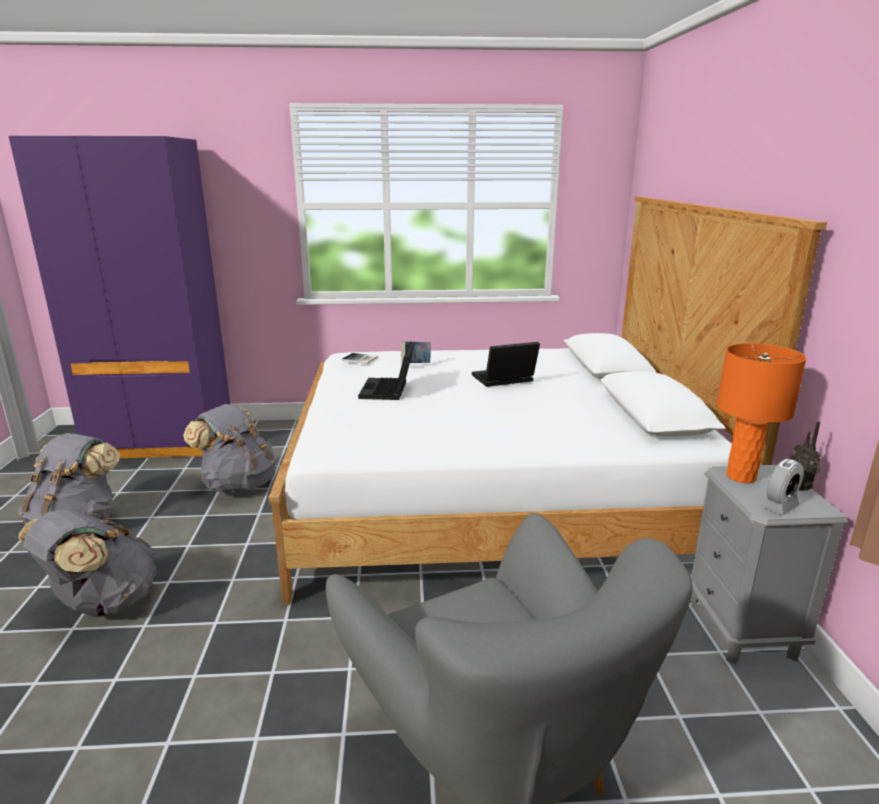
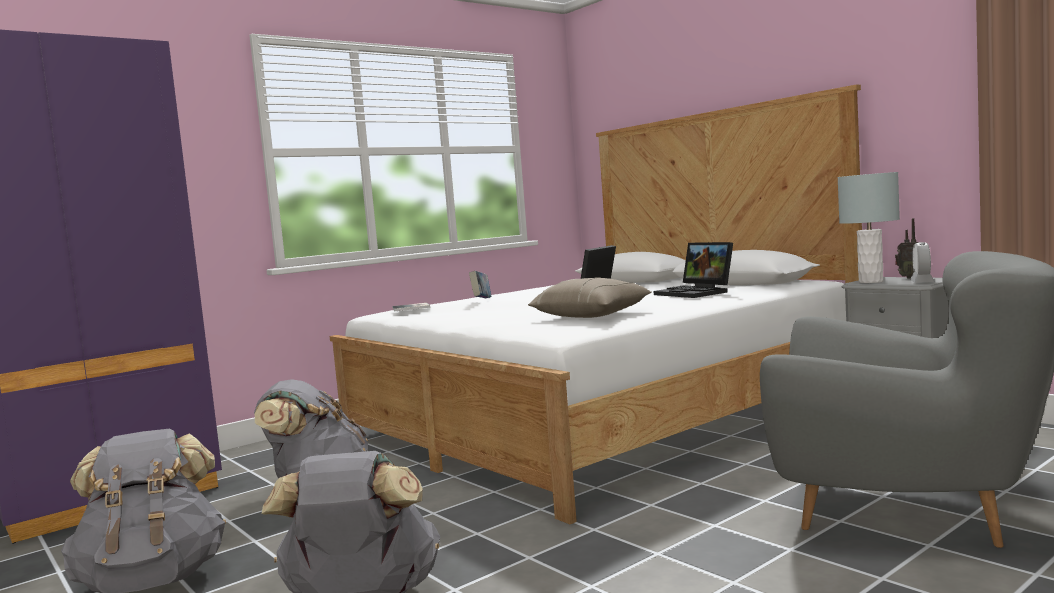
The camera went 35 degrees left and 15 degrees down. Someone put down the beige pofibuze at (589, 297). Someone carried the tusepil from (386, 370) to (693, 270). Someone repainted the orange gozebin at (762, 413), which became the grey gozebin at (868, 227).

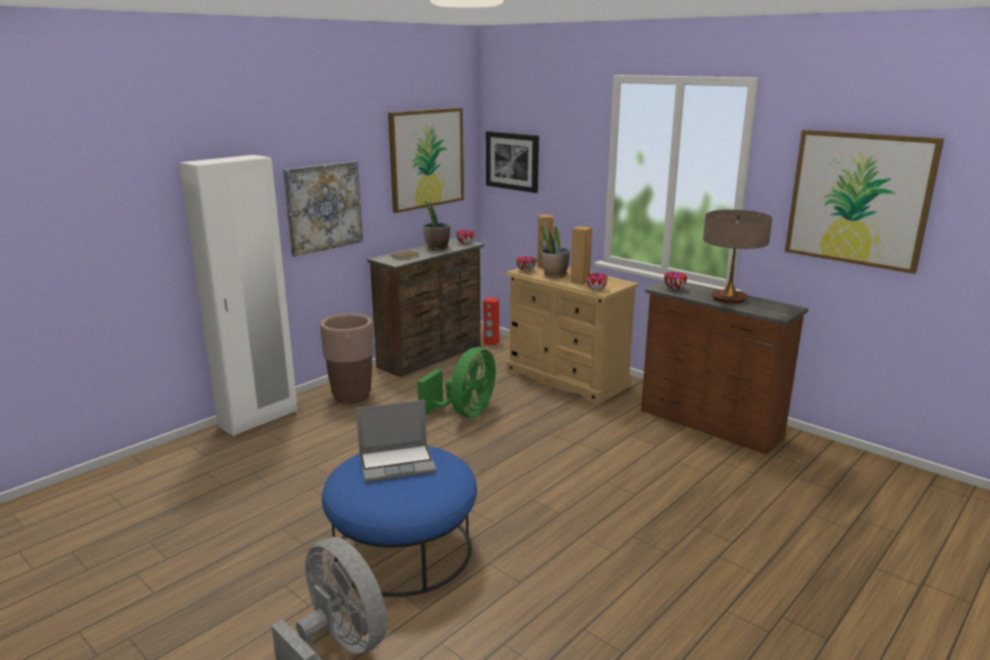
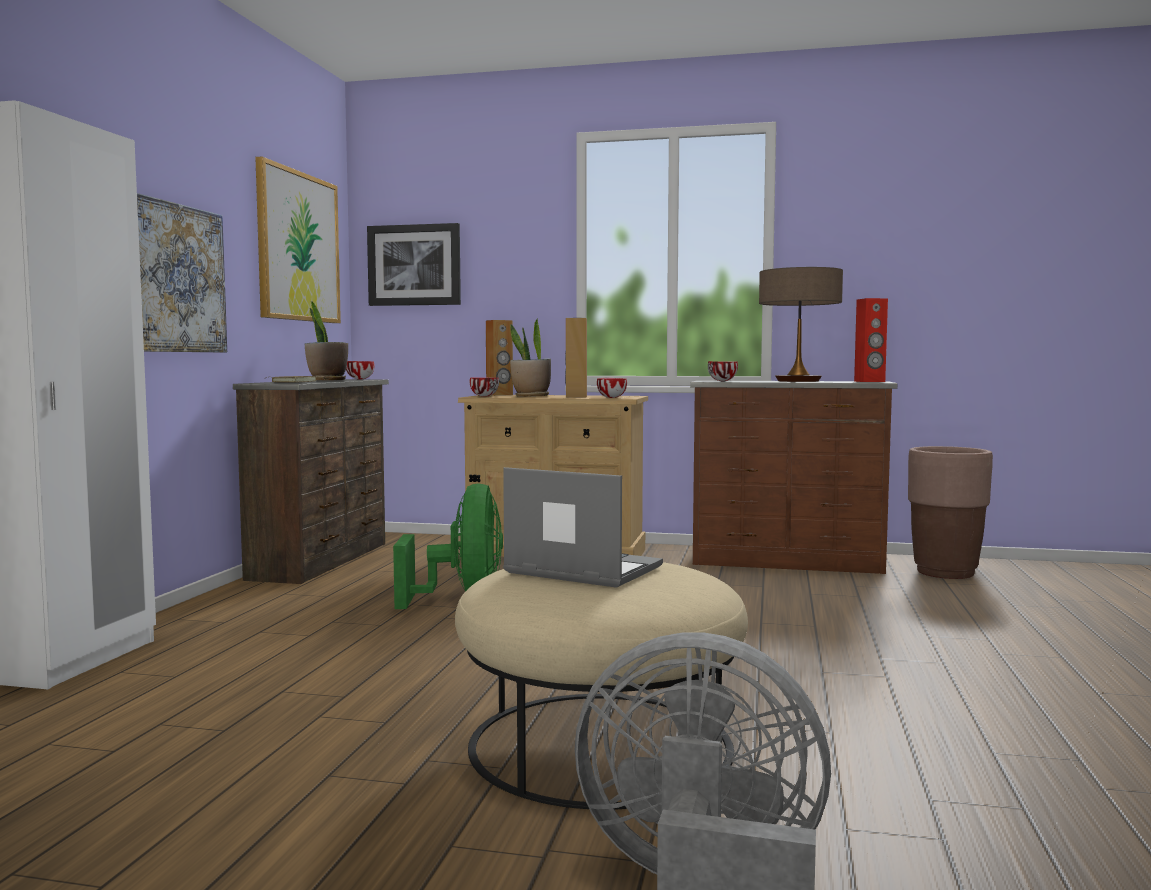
The camera went 30 degrees left and 15 degrees down. Someone took away the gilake at (864, 202). Someone carried the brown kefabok from (347, 358) to (950, 512). Someone carried the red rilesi from (491, 321) to (871, 340). Someone repainted the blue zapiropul at (399, 521), which became the beige zapiropul at (601, 685). Someone rotated the tusepil at (396, 441) by 105 degrees counterclockwise.

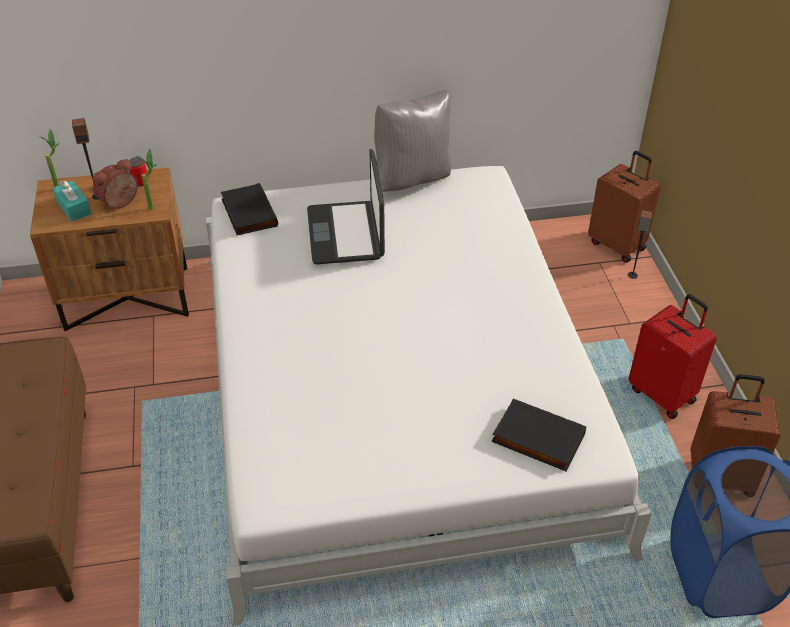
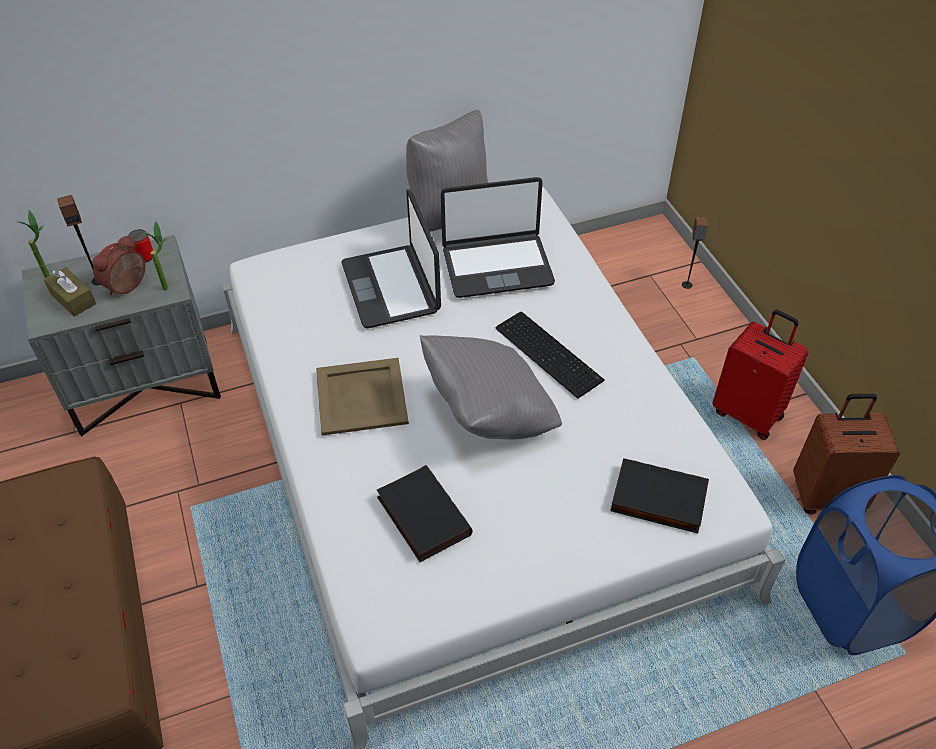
The camera went 10 degrees left and 5 degrees up. Someone took away the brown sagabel at (624, 207). Someone put down the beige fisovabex at (362, 397). Someone put down the grey pofibuze at (491, 387). Someone put down the tusepil at (498, 237). Someone put down the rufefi at (550, 355). Someone carried the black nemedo from (249, 209) to (425, 513). Someone repainted the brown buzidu at (109, 249), which became the grey buzidu at (121, 335). Someone repainted the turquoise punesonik at (72, 201), which became the brown punesonik at (70, 292).

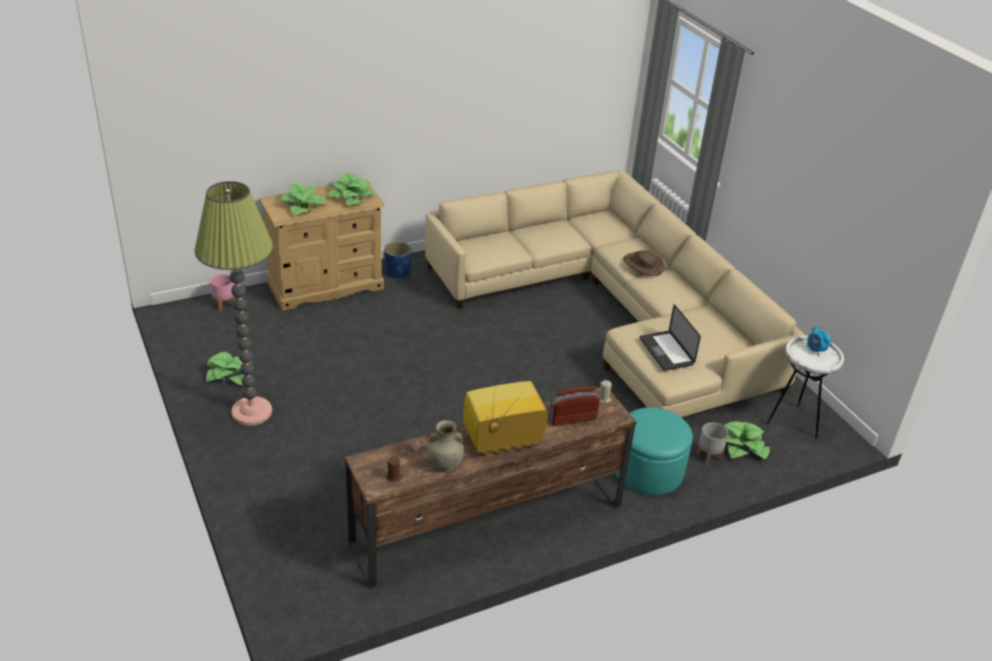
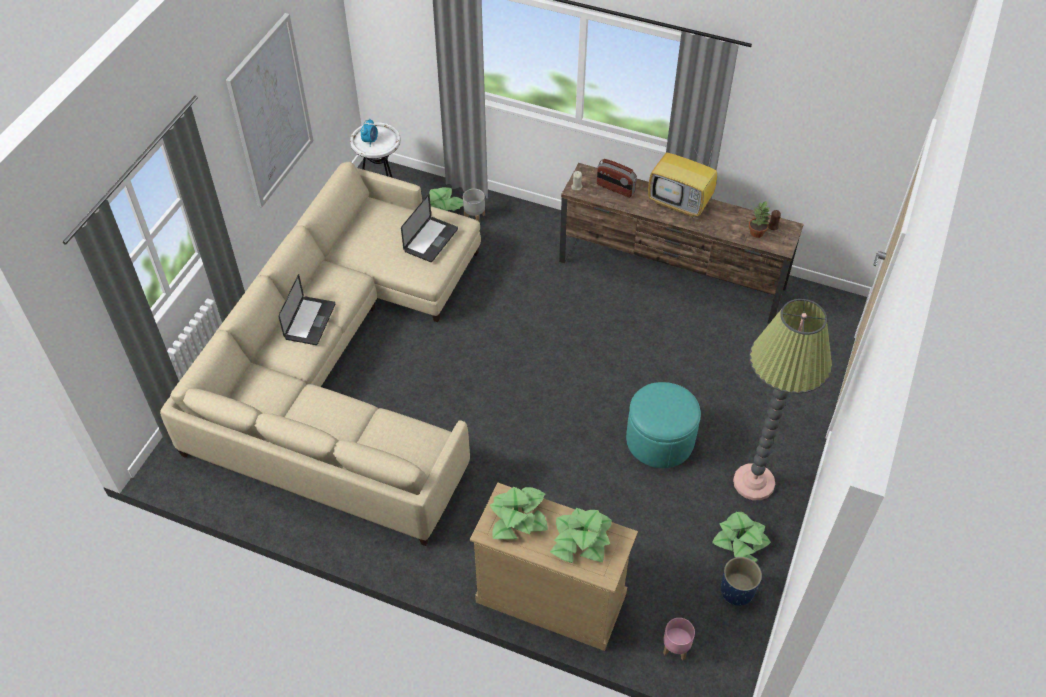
The camera went 130 degrees left and 15 degrees up. Someone took away the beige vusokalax at (445, 445). Someone put up the gilake at (269, 110). Someone put down the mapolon at (759, 219). Someone carried the blue kefabok from (398, 260) to (741, 581). Someone carried the turquoise zapiropul from (654, 451) to (663, 425). Someone swapped the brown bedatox at (644, 263) for the tusepil at (306, 309).

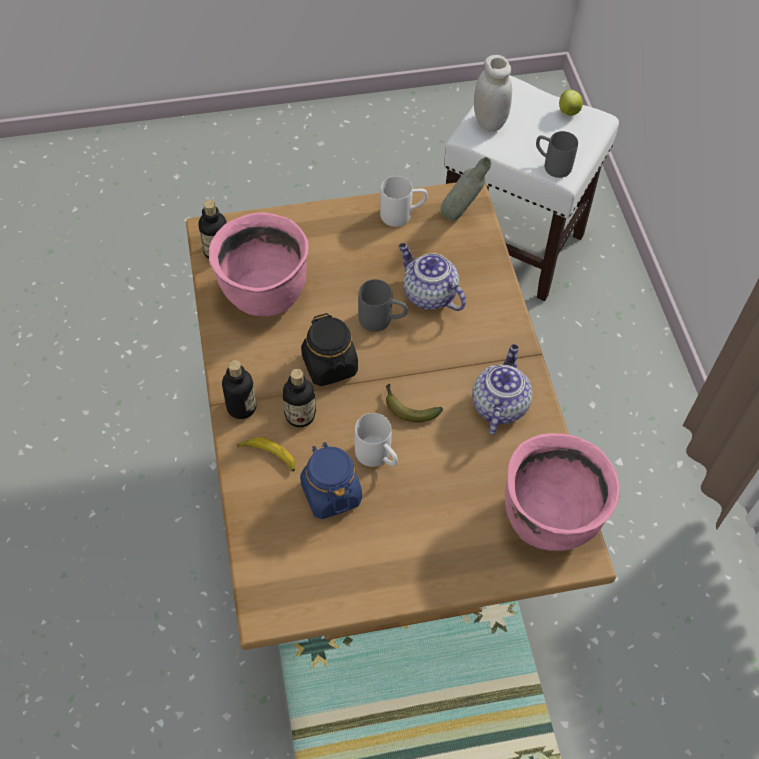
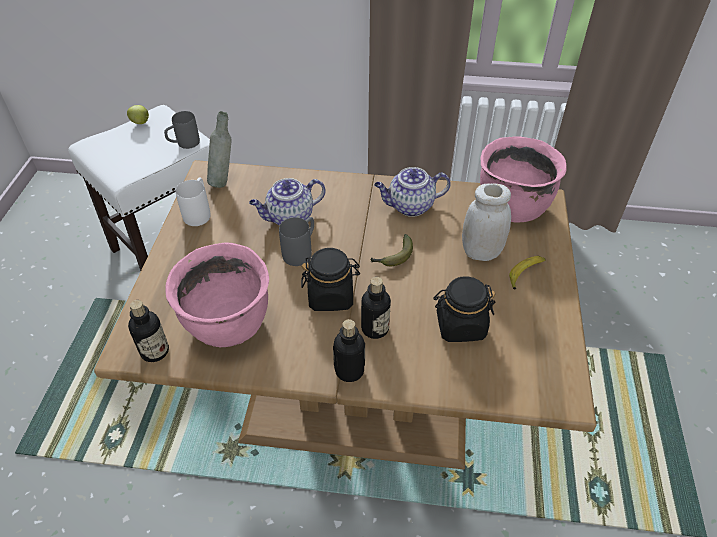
The camera went 70 degrees left and 10 degrees down. Someone took away the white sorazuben at (376, 440). Someone carried the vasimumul from (266, 454) to (527, 273). Someone carried the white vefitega from (493, 93) to (486, 222). Someone repainted the blue vefitega at (331, 480), which became the black vefitega at (464, 309). Someone rotated the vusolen at (502, 389) by 45 degrees counterclockwise.

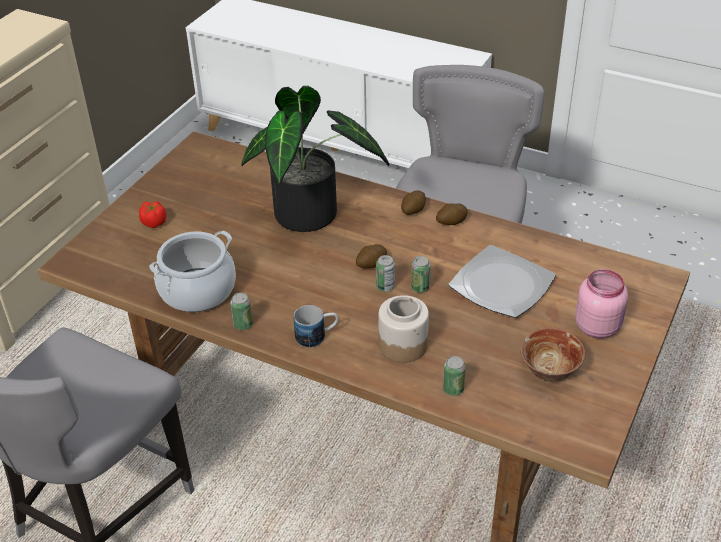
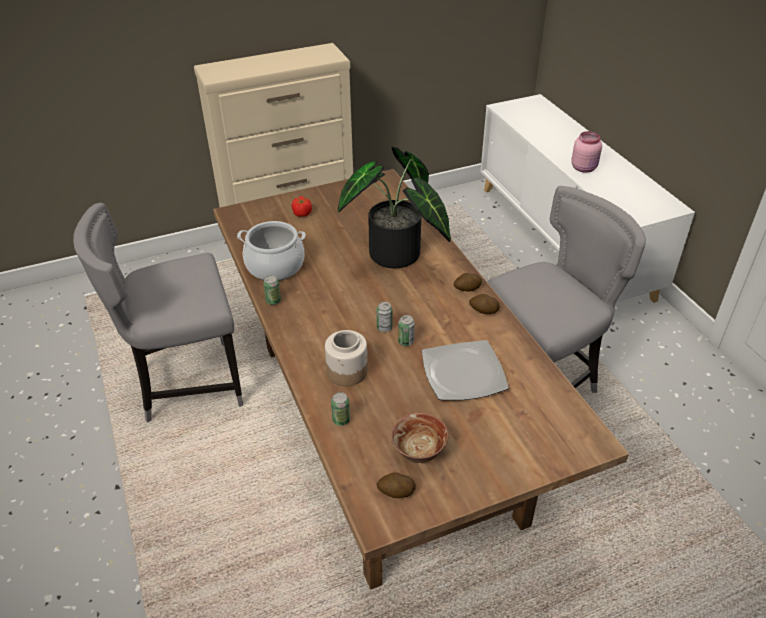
The camera went 40 degrees right and 0 degrees up. Someone took away the sorazuben at (316, 326). Someone carried the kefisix from (371, 256) to (396, 485). Someone carried the pink vefitega from (601, 304) to (586, 152).

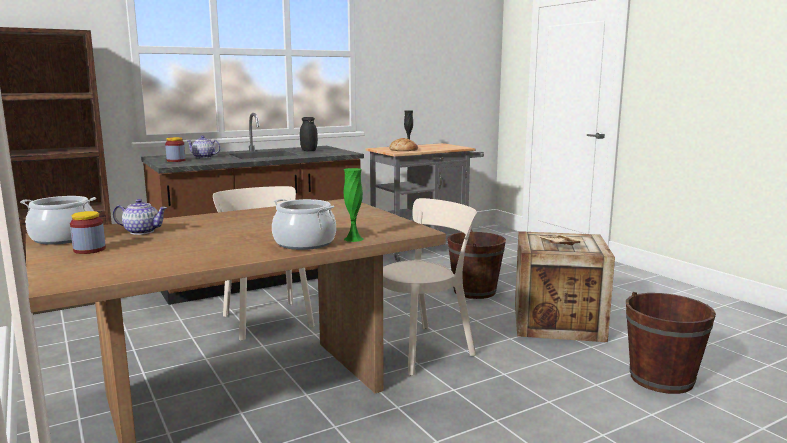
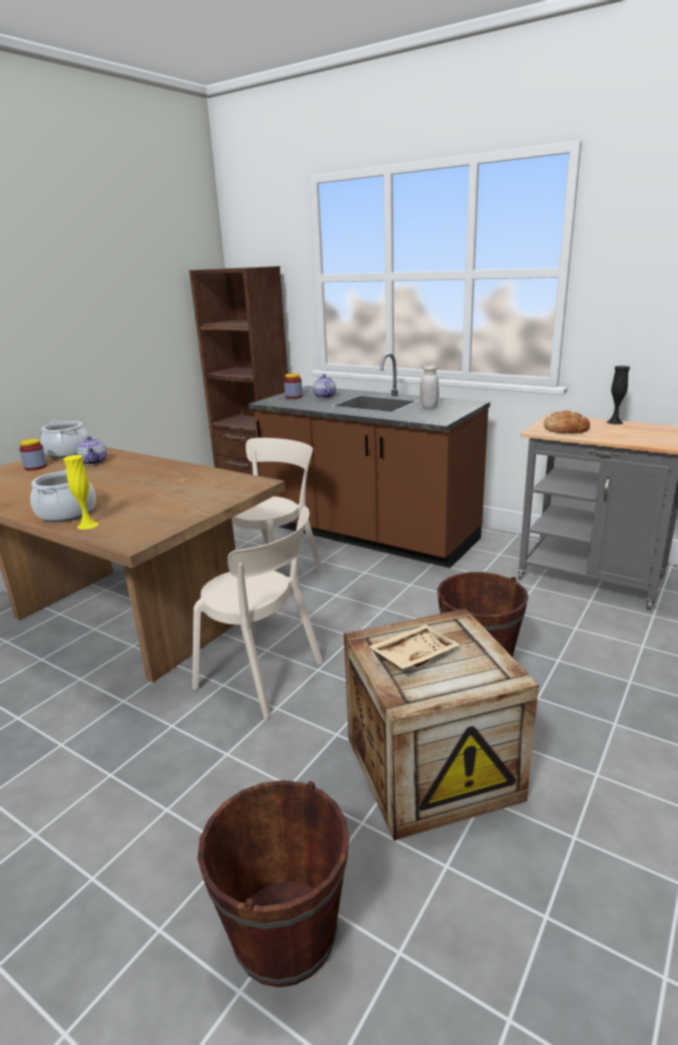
The camera went 65 degrees right and 10 degrees up. Someone repainted the black vefitega at (309, 134), which became the white vefitega at (429, 387). Someone repainted the green vusokalax at (354, 205), which became the yellow vusokalax at (81, 492).

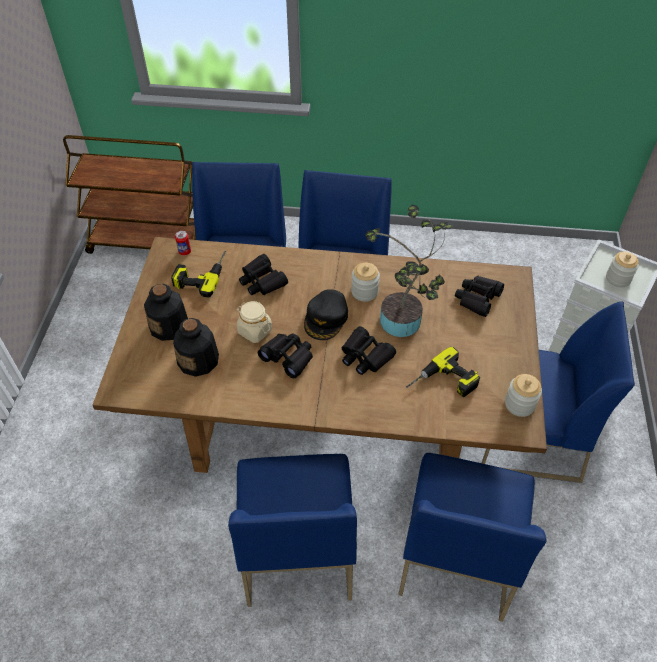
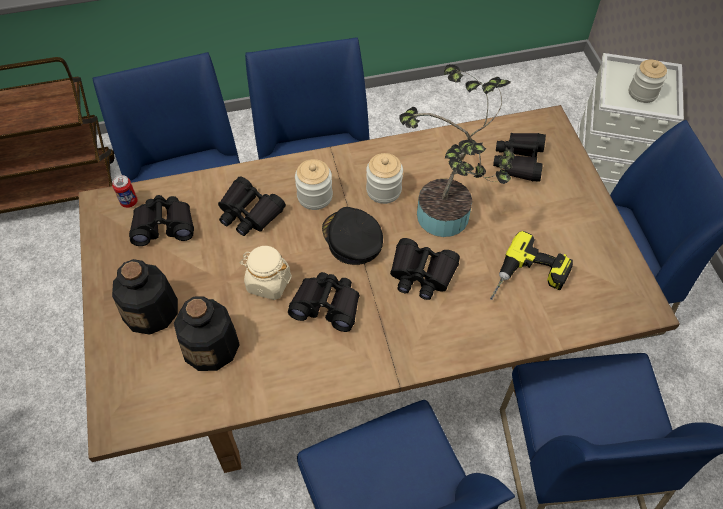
The camera went 20 degrees left and 5 degrees up. Someone carried the vefitega from (523, 395) to (314, 184). Someone swapped the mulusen at (198, 274) for the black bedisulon at (161, 220). Someone rotated the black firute at (326, 314) by 150 degrees clockwise.

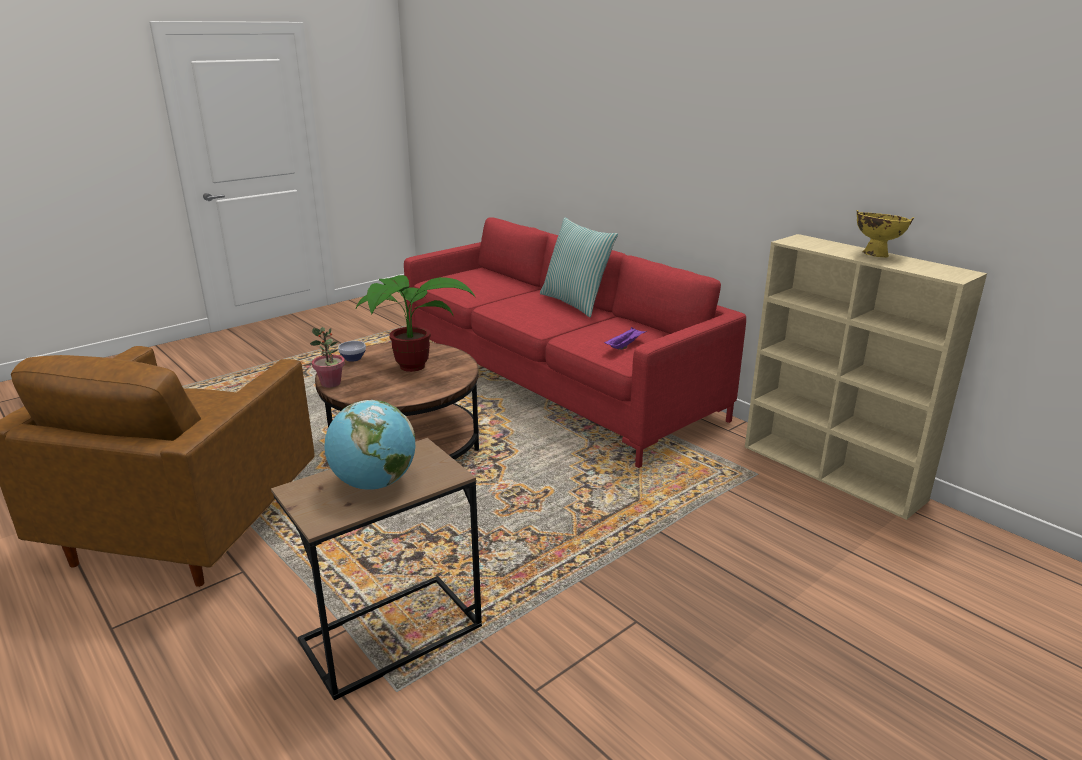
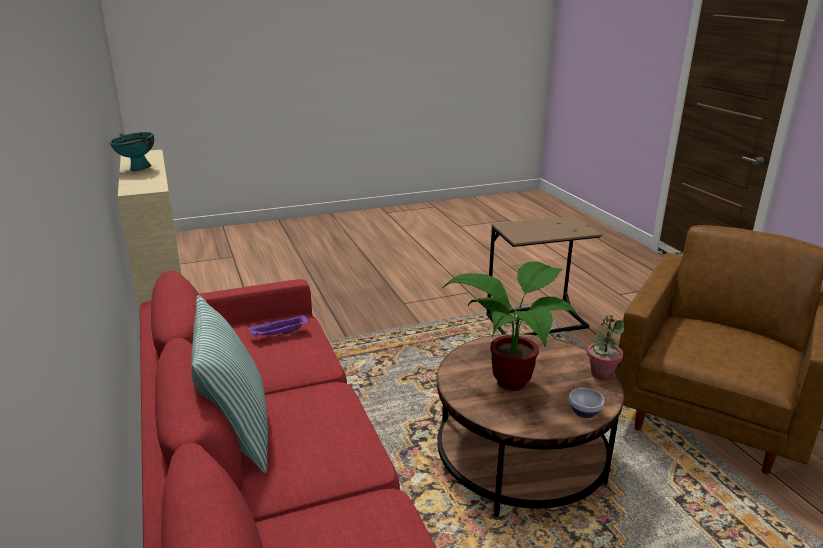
The camera went 160 degrees left and 0 degrees up. Someone took away the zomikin at (370, 445). Someone repainted the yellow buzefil at (885, 233), which became the turquoise buzefil at (132, 151).

